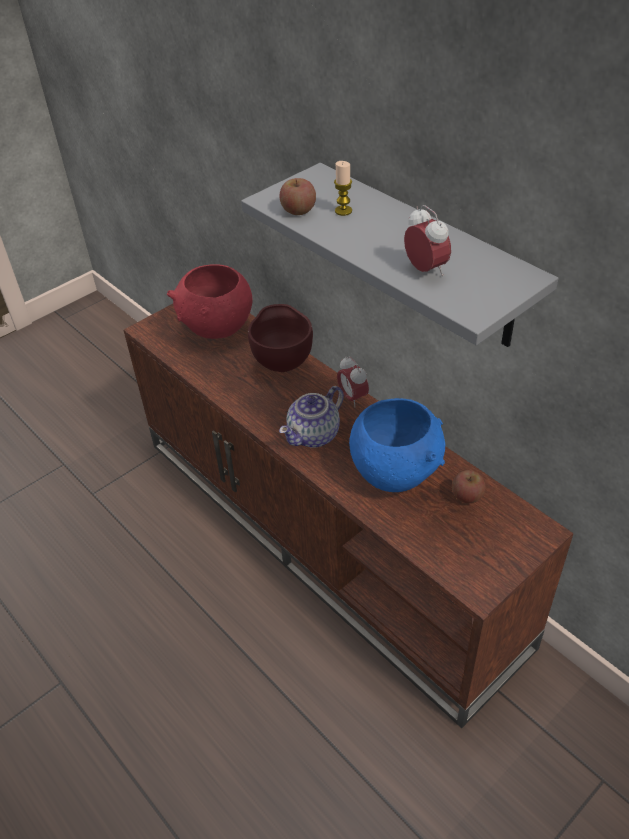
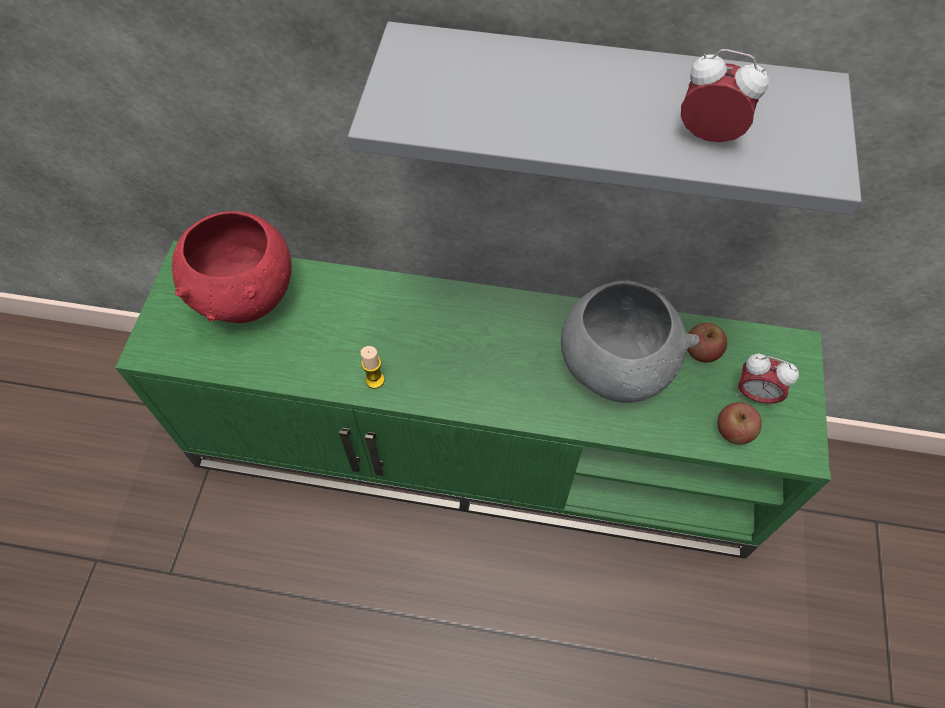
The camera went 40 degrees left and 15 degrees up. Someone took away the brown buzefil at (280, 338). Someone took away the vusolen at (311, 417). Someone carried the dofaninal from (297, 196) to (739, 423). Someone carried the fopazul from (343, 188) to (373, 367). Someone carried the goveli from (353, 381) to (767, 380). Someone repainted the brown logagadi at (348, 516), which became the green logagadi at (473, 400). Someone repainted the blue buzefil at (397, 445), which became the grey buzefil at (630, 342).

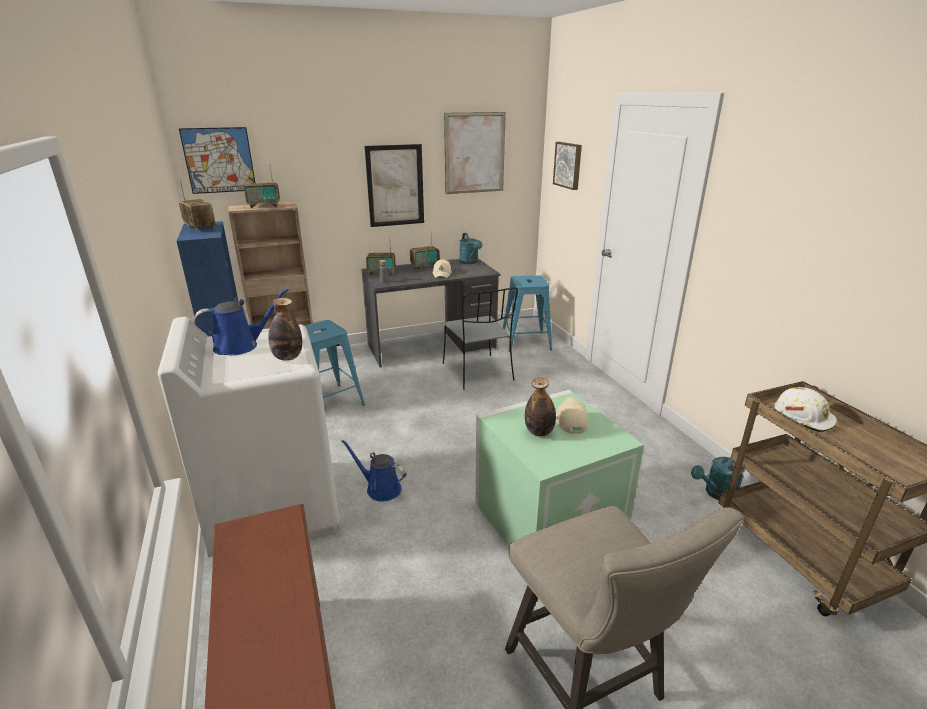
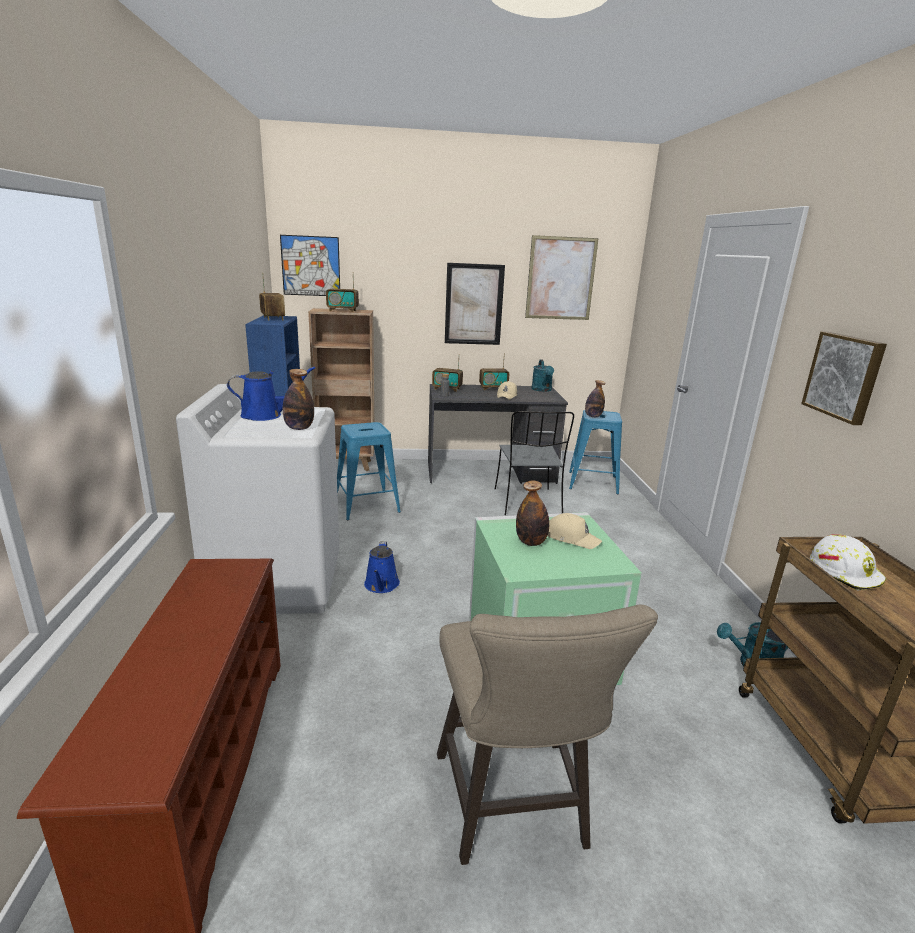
The camera went 15 degrees right and 5 degrees down. Someone put down the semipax at (595, 398). Someone carried the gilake from (567, 166) to (844, 378). Someone rotated the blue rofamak at (373, 470) by 135 degrees counterclockwise. Someone rotated the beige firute at (572, 415) by 105 degrees clockwise.

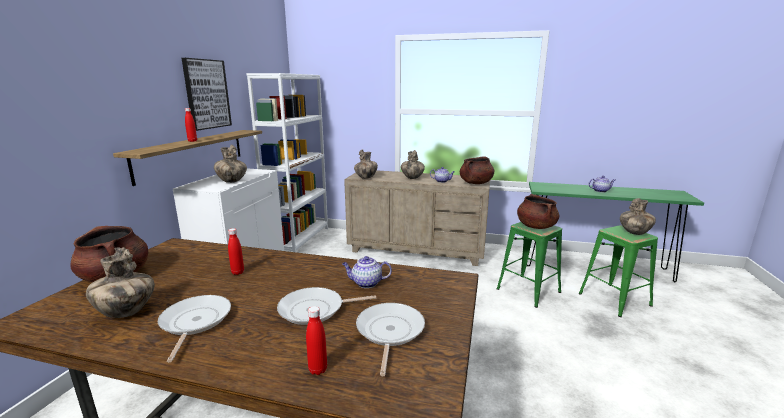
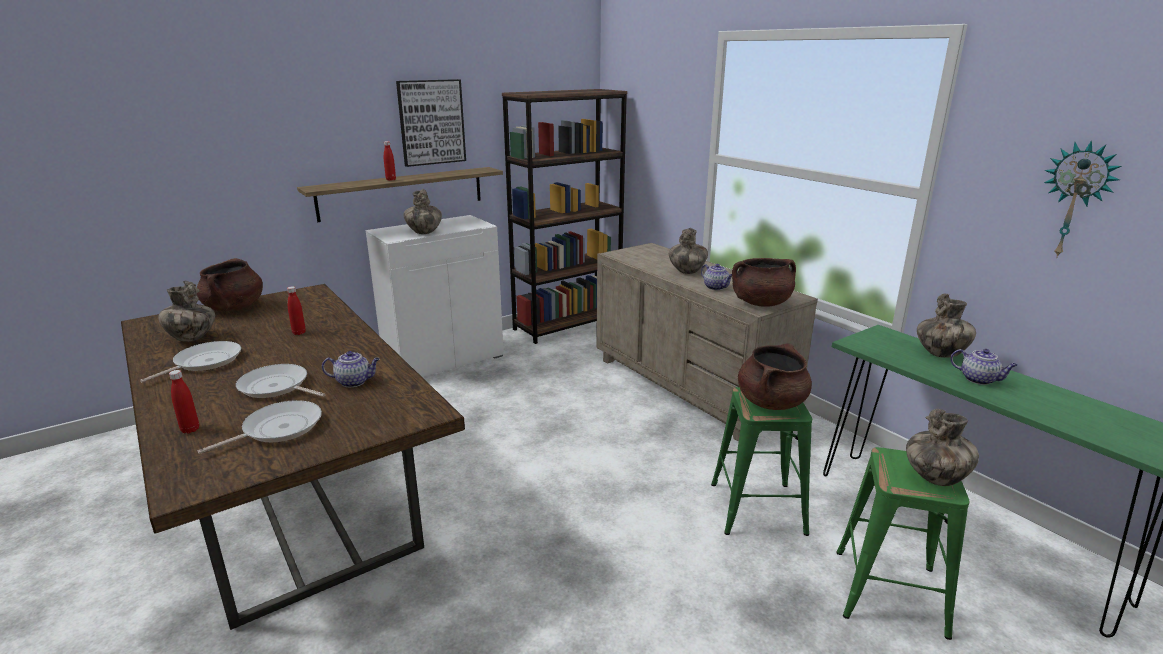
The camera went 40 degrees right and 5 degrees up. Someone put up the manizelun at (1082, 199). Someone carried the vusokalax from (366, 164) to (946, 325). Someone repainted the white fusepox at (287, 162), which became the brown fusepox at (564, 216). Someone rotated the vusolen at (367, 272) by 135 degrees clockwise.

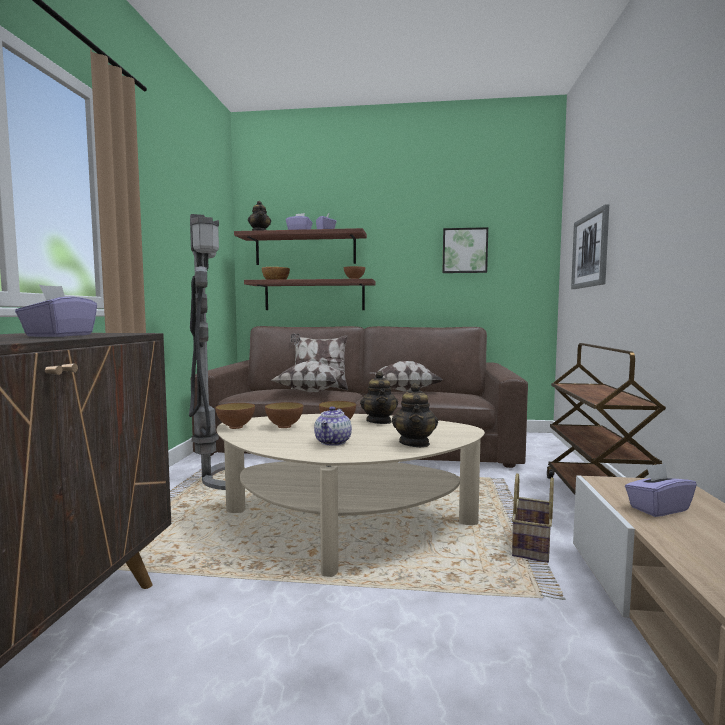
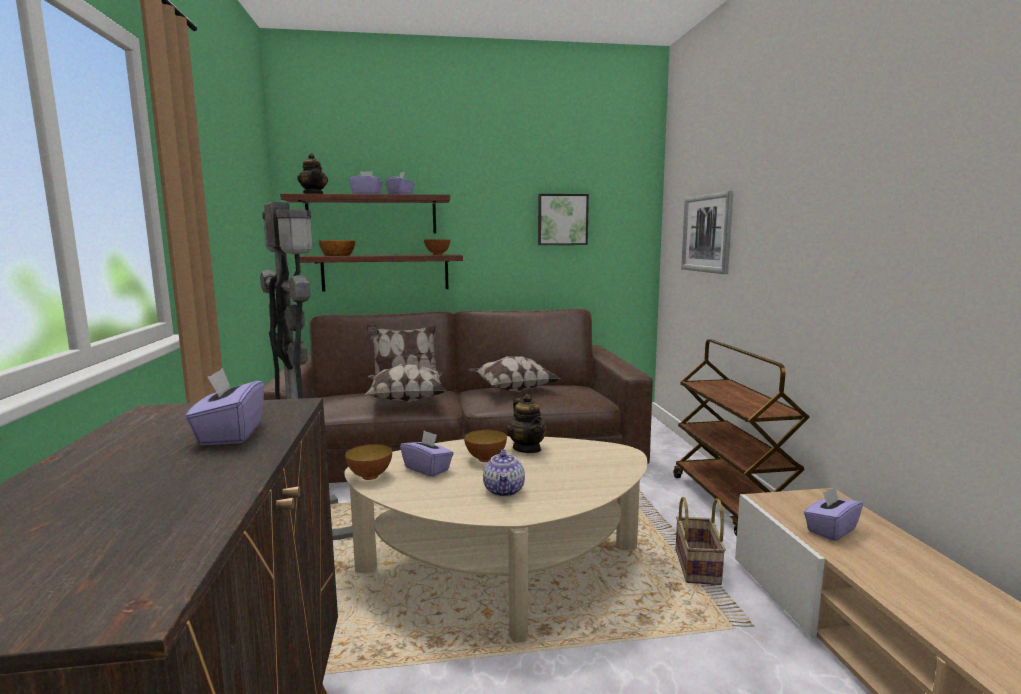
The camera went 15 degrees left and 5 degrees up. Someone took away the vusolen at (415, 415). Someone swapped the buzefil at (284, 415) for the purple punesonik at (427, 453).

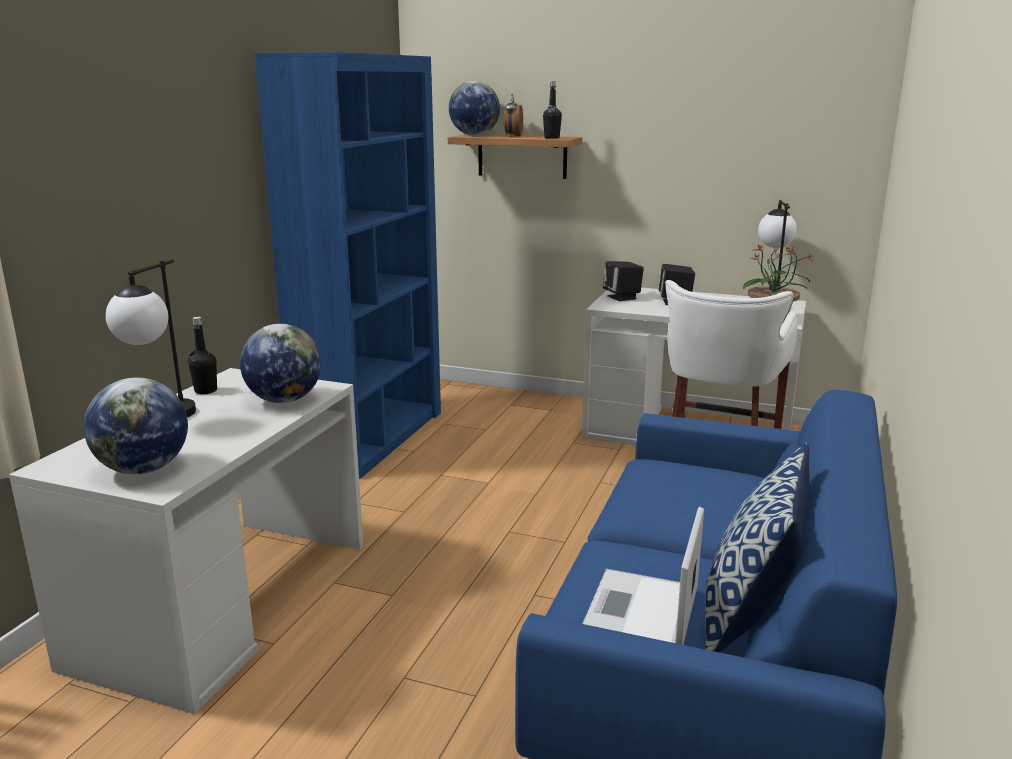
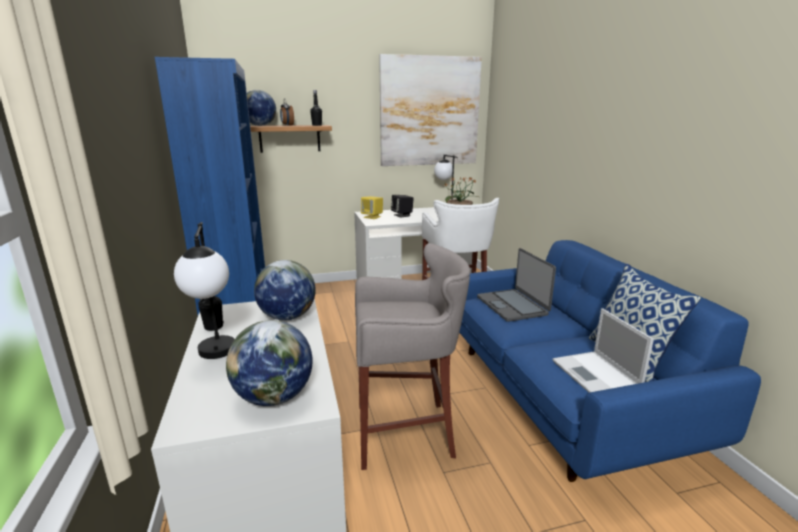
The camera went 35 degrees left and 0 degrees up. Someone put down the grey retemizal at (412, 356). Someone put up the gilake at (430, 110). Someone put down the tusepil at (516, 285). Someone repainted the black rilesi at (623, 281), which became the yellow rilesi at (372, 207).

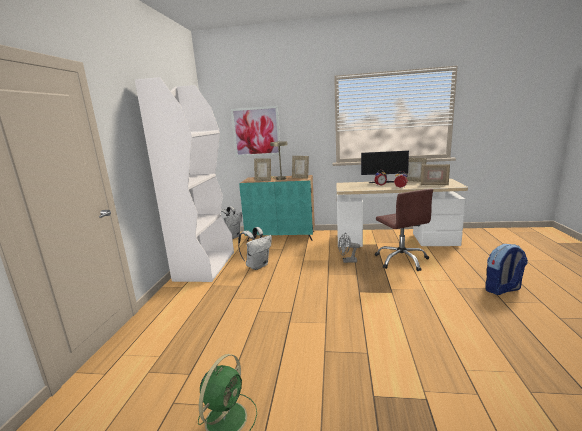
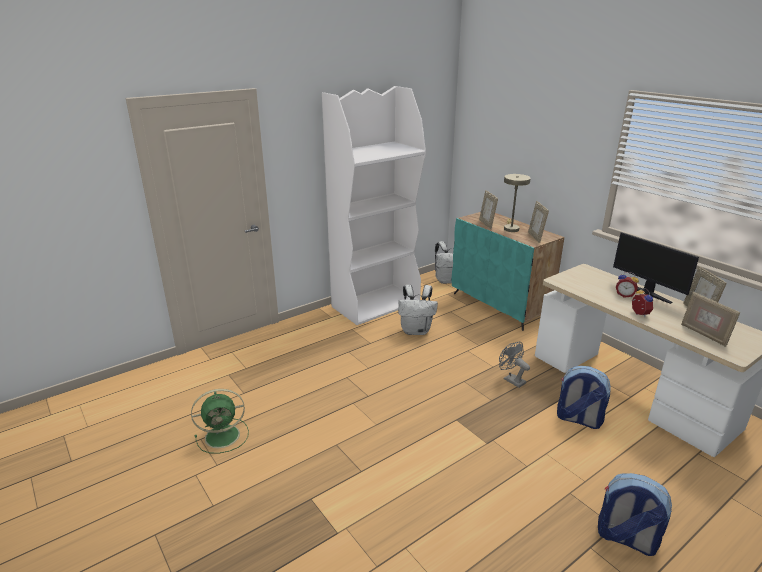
The camera went 45 degrees right and 10 degrees up. Someone took away the gilake at (256, 131). Someone swapped the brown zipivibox at (404, 230) for the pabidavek at (584, 397).

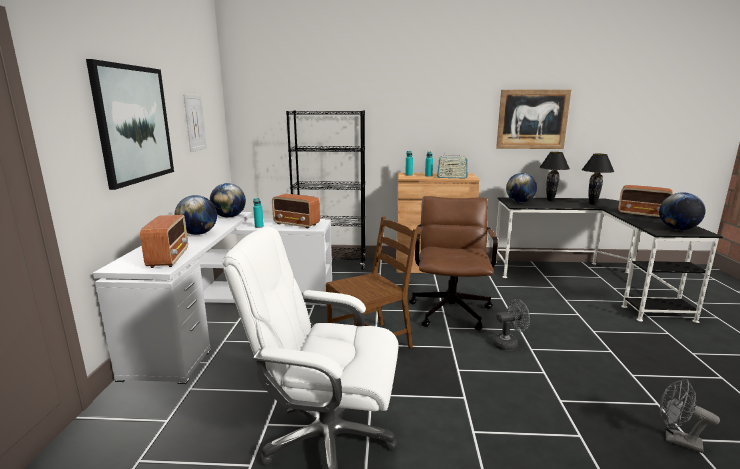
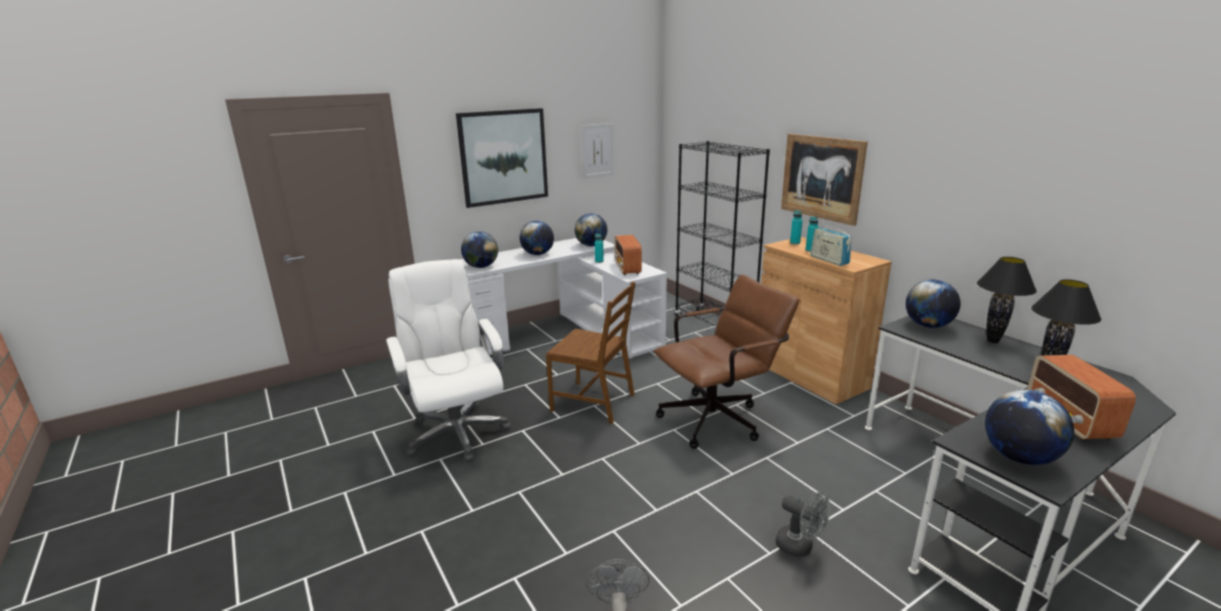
The camera went 55 degrees right and 5 degrees up. Someone carried the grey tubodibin from (511, 325) to (802, 524). Someone carried the gilake from (533, 119) to (824, 180). Someone swapped the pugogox at (164, 241) for the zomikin at (479, 249).

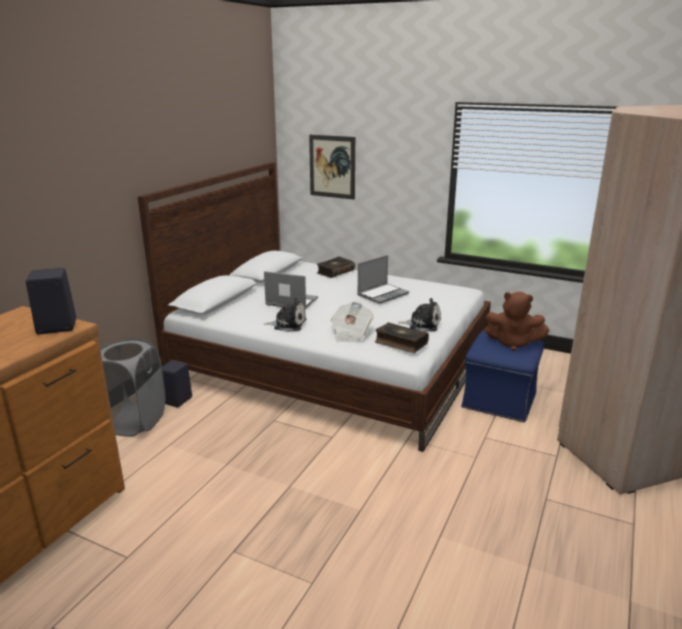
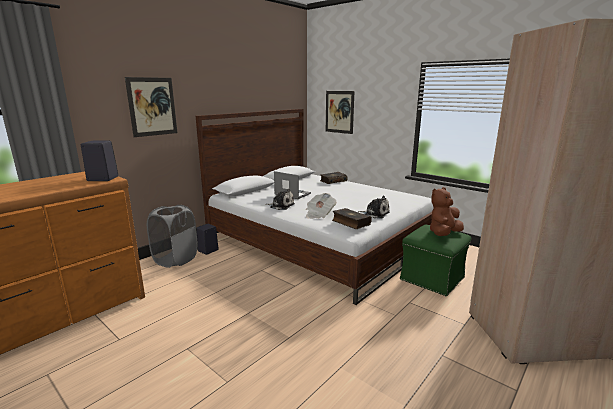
The camera went 15 degrees right and 5 degrees down. Someone took away the tusepil at (383, 279). Someone put up the gilake at (151, 107). Someone repainted the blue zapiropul at (502, 376), which became the green zapiropul at (435, 260). Someone rotated the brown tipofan at (517, 321) by 105 degrees clockwise.

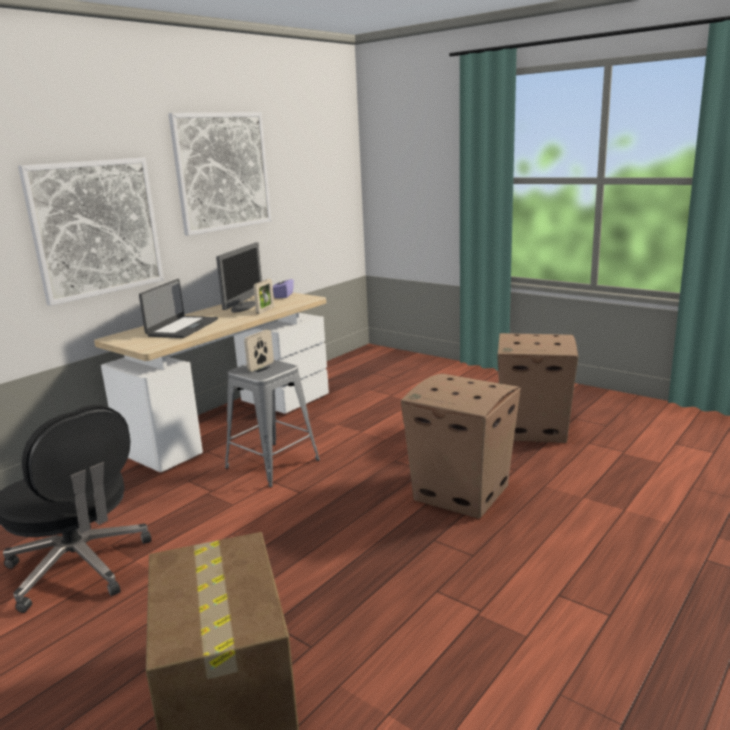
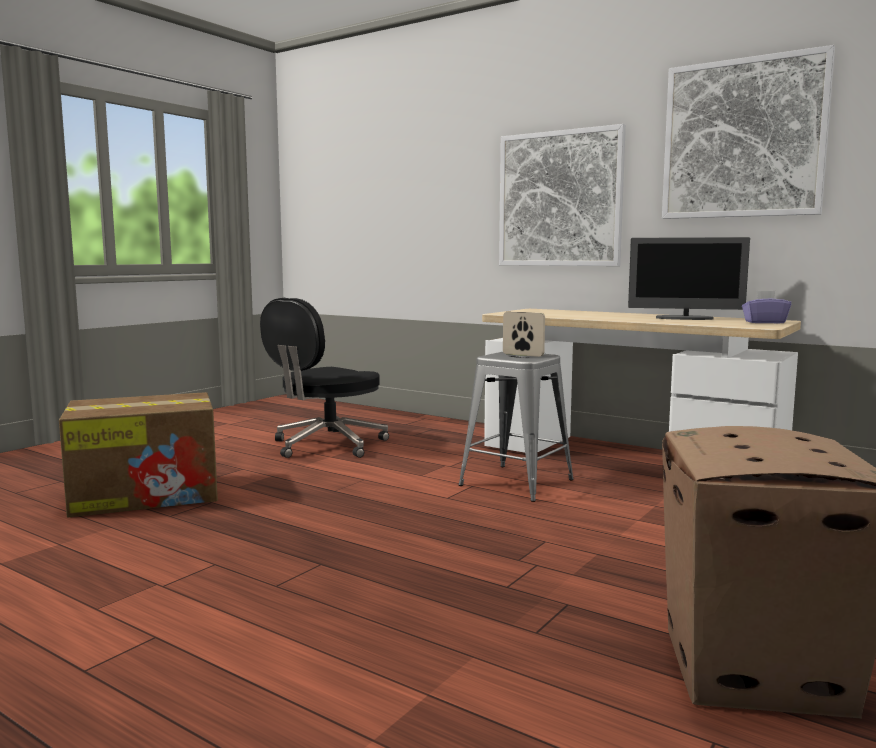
The camera went 85 degrees right and 10 degrees down. Someone took away the tusepil at (178, 308). Someone took away the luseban at (263, 296). Someone took away the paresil at (461, 446).

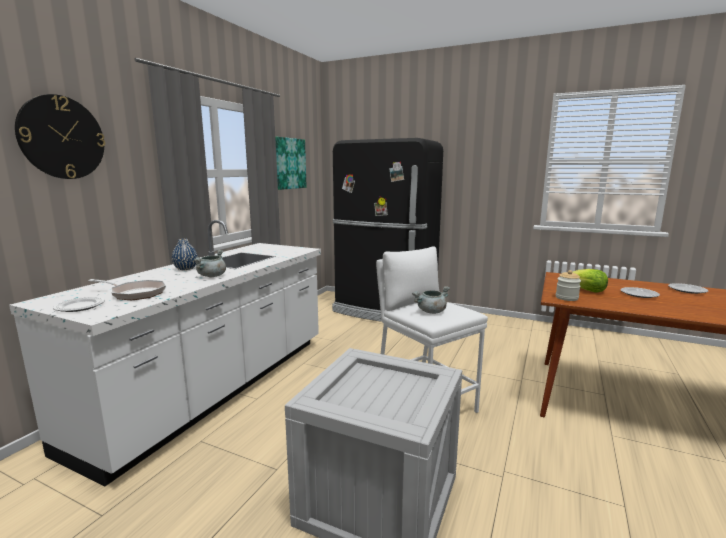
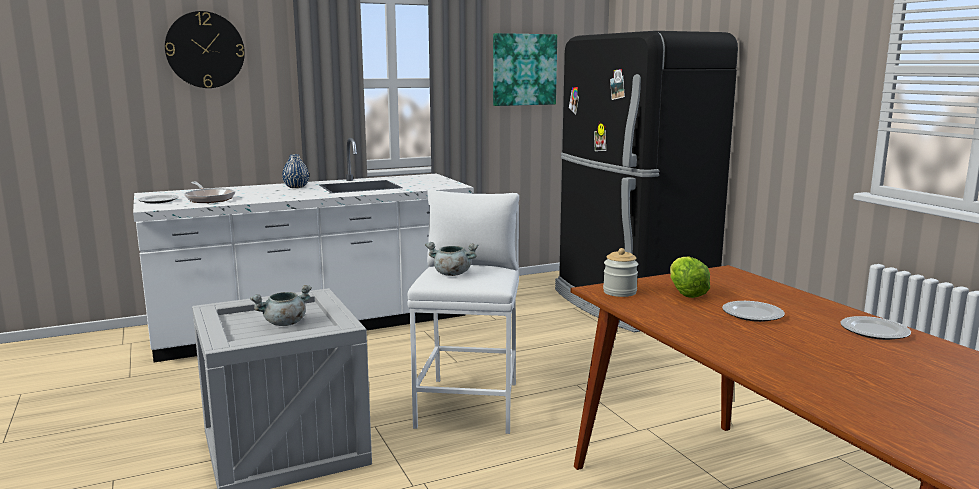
The camera went 40 degrees right and 0 degrees up. Someone carried the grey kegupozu from (209, 263) to (281, 305).

